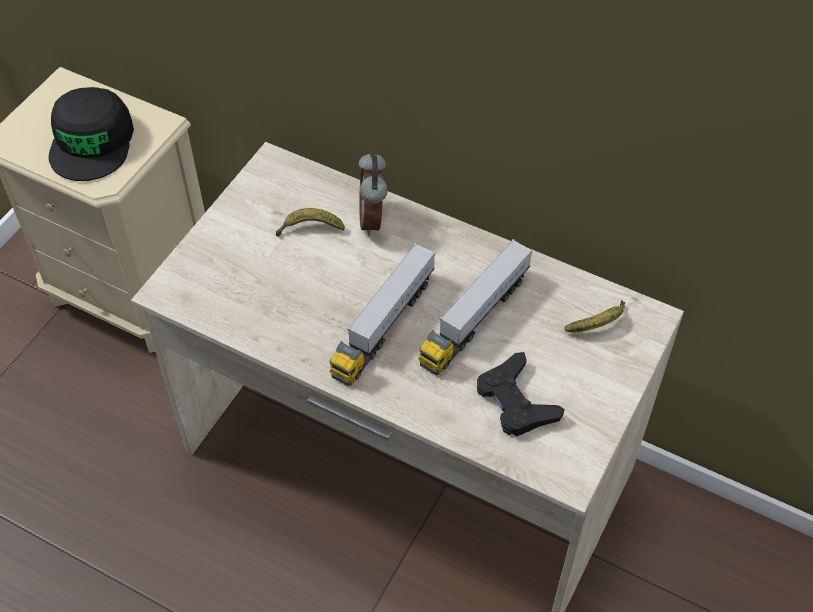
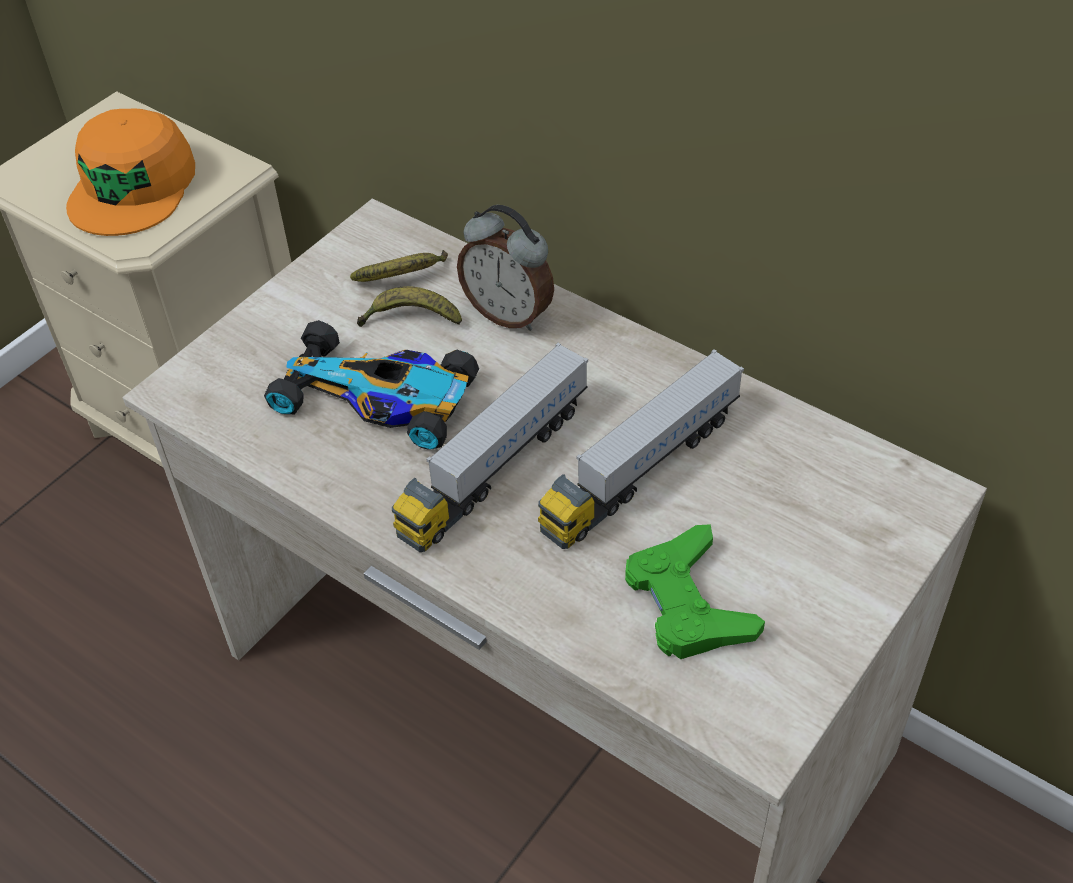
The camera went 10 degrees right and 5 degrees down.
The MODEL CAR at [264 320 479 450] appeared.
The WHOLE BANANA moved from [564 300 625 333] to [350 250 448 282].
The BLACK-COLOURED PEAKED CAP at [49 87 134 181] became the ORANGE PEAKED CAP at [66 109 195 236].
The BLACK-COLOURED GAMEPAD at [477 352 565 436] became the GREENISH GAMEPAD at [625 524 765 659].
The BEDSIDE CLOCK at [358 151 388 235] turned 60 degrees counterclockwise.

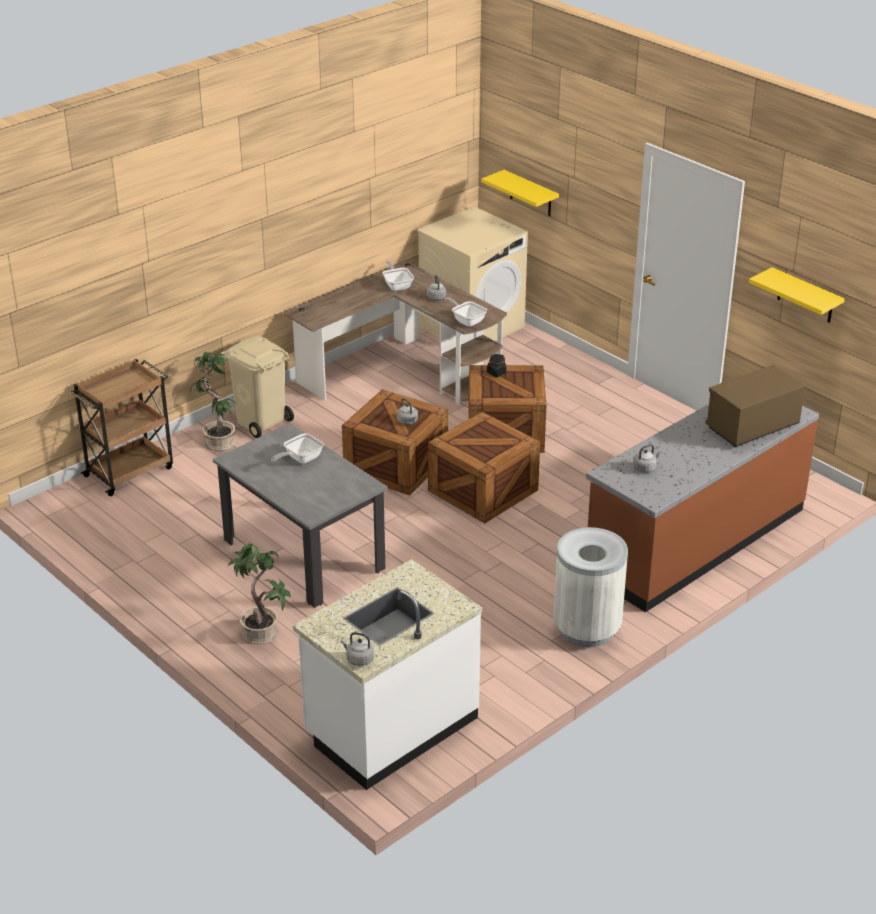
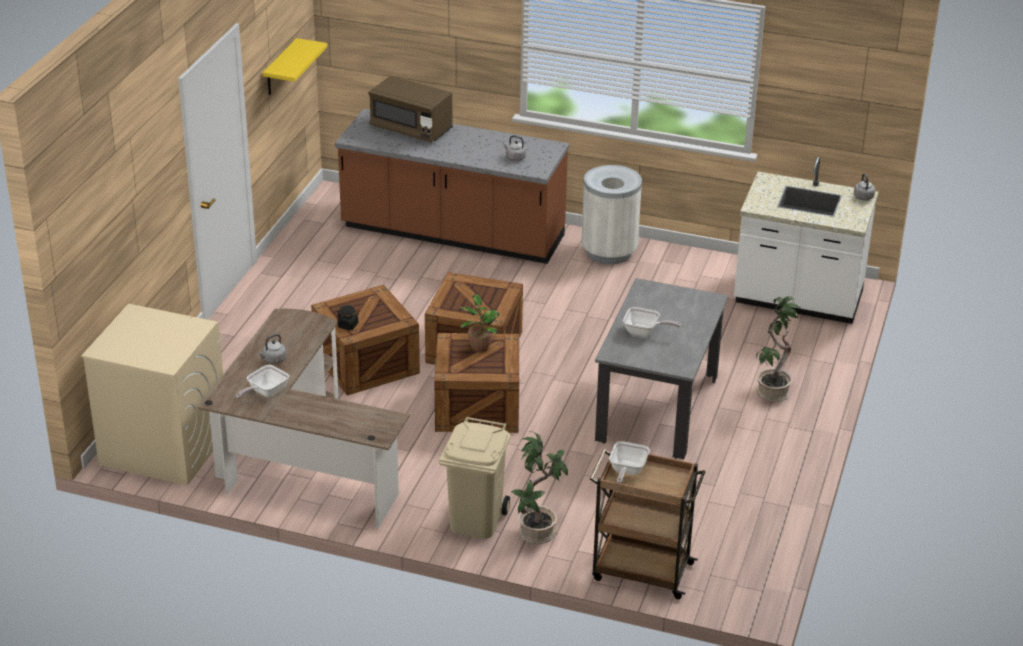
The camera went 120 degrees left and 0 degrees up.
The YELLOWISH BRACKET SHELF at [481 170 559 216] disappeared.
The FRYING PAN moved from [444 297 487 327] to [609 441 650 484].
The GRAY WATER KETTLE at [397 398 418 425] was replaced by the PLANT IN A POT at [459 294 499 353].

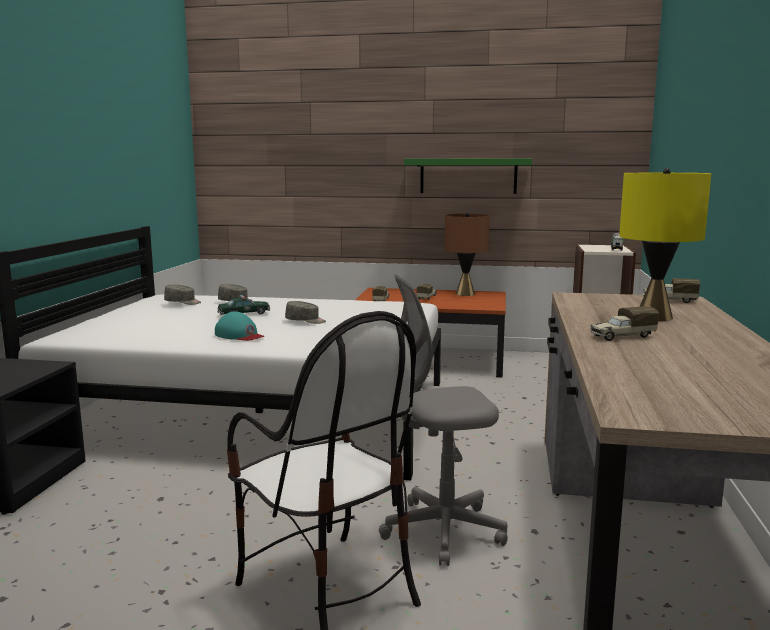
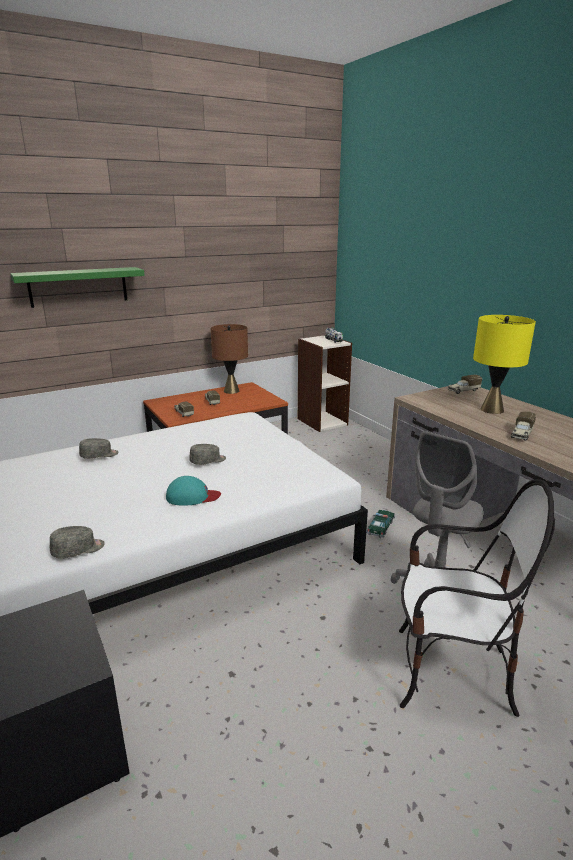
The camera went 40 degrees left and 10 degrees up.
The GRAY PEAKED CAP moved from [164 284 201 305] to [50 526 105 559].
The MODEL CAR moved from [217 295 270 315] to [366 510 395 538].
The GREENISH BRACKET SHELF moved from [404 158 532 194] to [10 267 145 308].

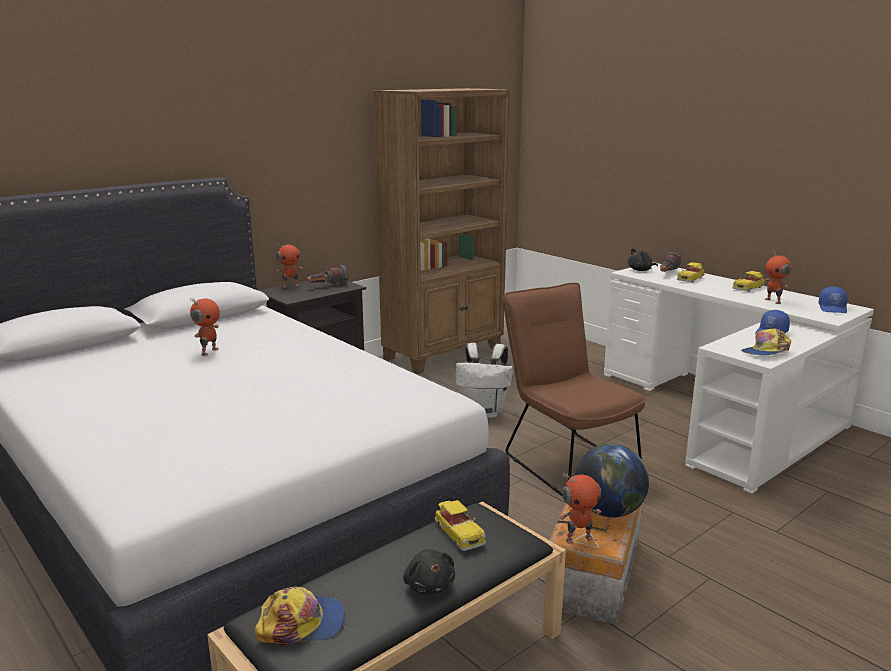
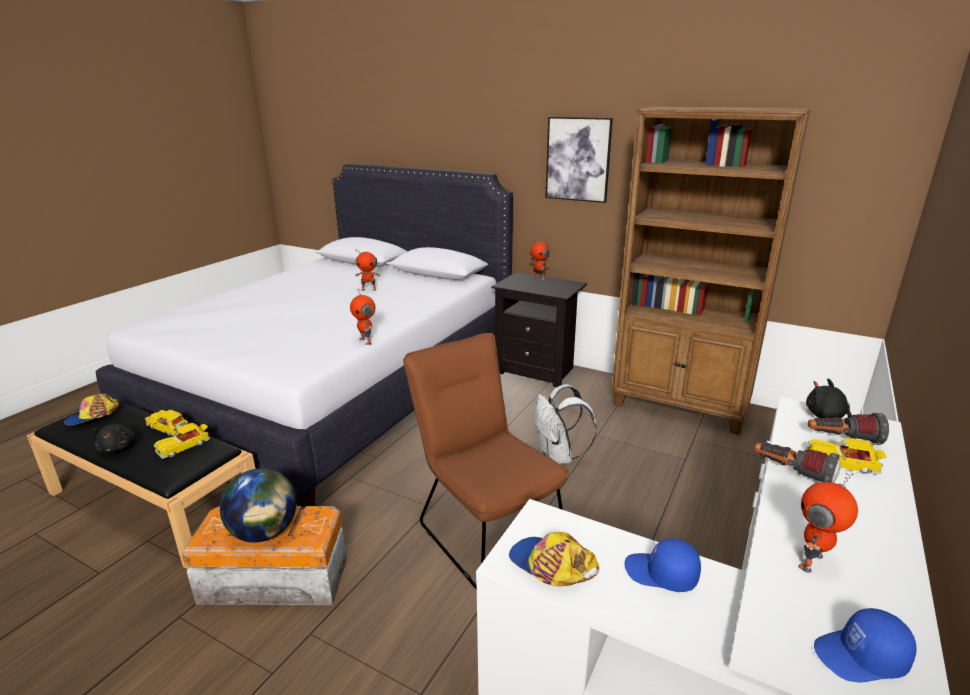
The camera went 70 degrees right and 5 degrees up.
The PICTURE at [545 117 613 203] appeared.
The TORCH moved from [306 265 348 284] to [754 442 840 483].
The TOY ROBOT moved from [559 472 601 544] to [350 289 375 345].
The MODEL CAR moved from [733 271 765 292] to [145 410 189 436].
The PEAKED CAP at [254 586 345 645] turned 75 degrees clockwise.
The BLACK-COLOURED PLUSH TOY at [403 549 455 594] turned 60 degrees counterclockwise.
The BROWN-COLOURED PLAIN CHAIR at [503 283 646 497] turned 75 degrees counterclockwise.

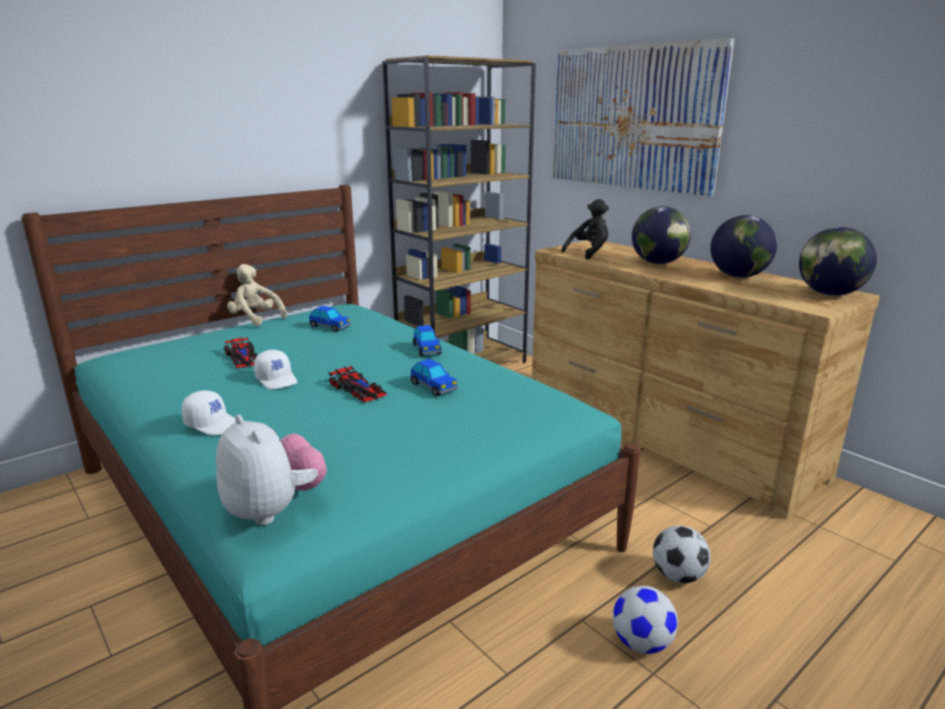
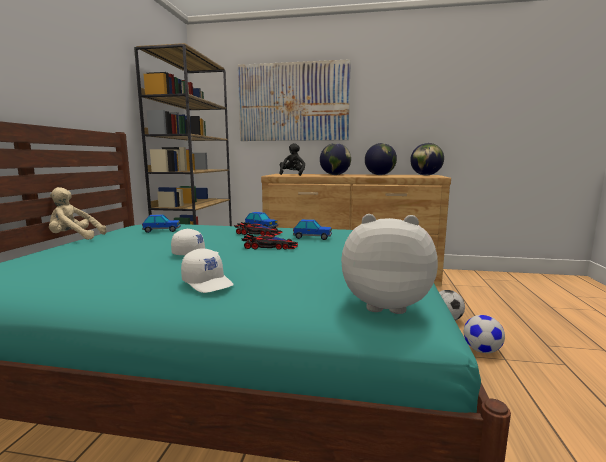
The camera went 40 degrees left and 10 degrees down.
The MODEL CAR moved from [224 337 258 368] to [234 222 282 236].
The WHITISH PEAKED CAP at [182 390 236 436] turned 60 degrees clockwise.

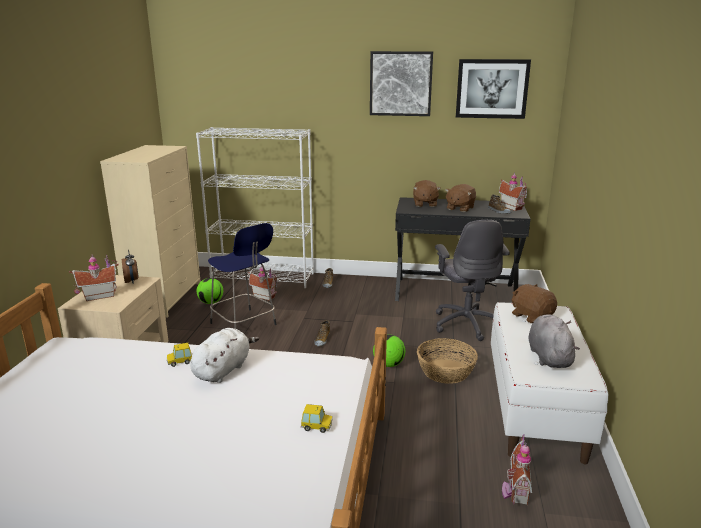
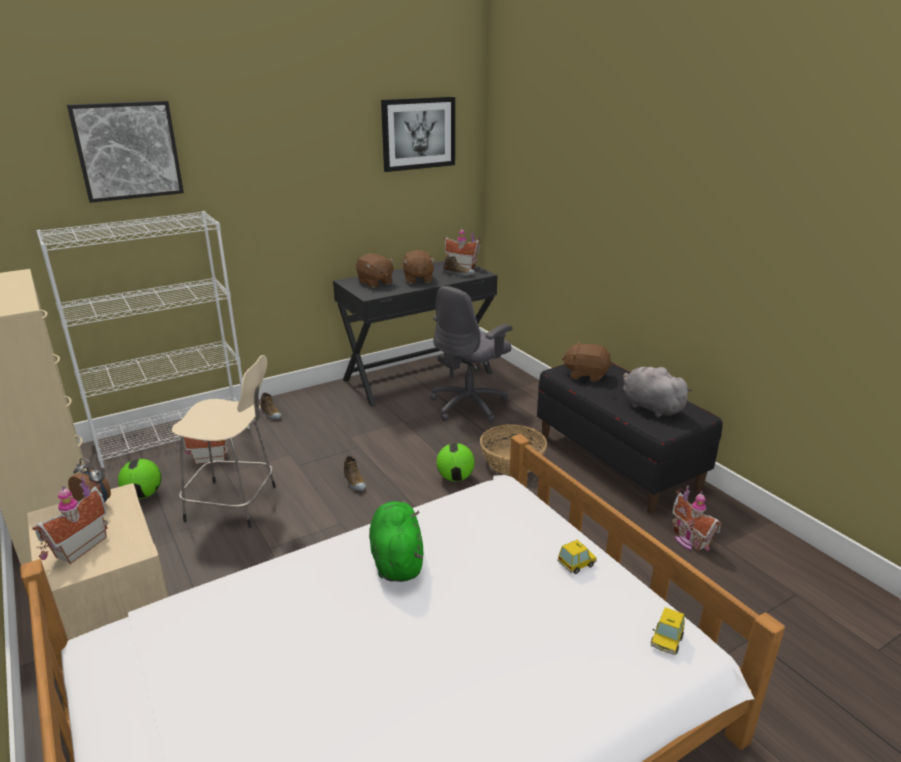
The camera went 40 degrees left and 5 degrees up.
The MODEL CAR moved from [167 343 192 367] to [651 607 685 655].
The PICTURE moved from [370 51 433 116] to [67 101 184 203].
The WHITISH PLUSH TOY at [190 328 259 383] became the GREENISH PLUSH TOY at [369 501 423 582].
The BLUISH STOOL SEAT at [208 223 277 329] became the SAND-COLOURED STOOL SEAT at [172 355 276 528].
The WHITISH INDOOR BENCH at [491 302 608 464] became the BLACK-COLOURED INDOOR BENCH at [537 362 722 514].
The GRAY OFFICE CHAIR at [435 220 510 341] turned 90 degrees clockwise.

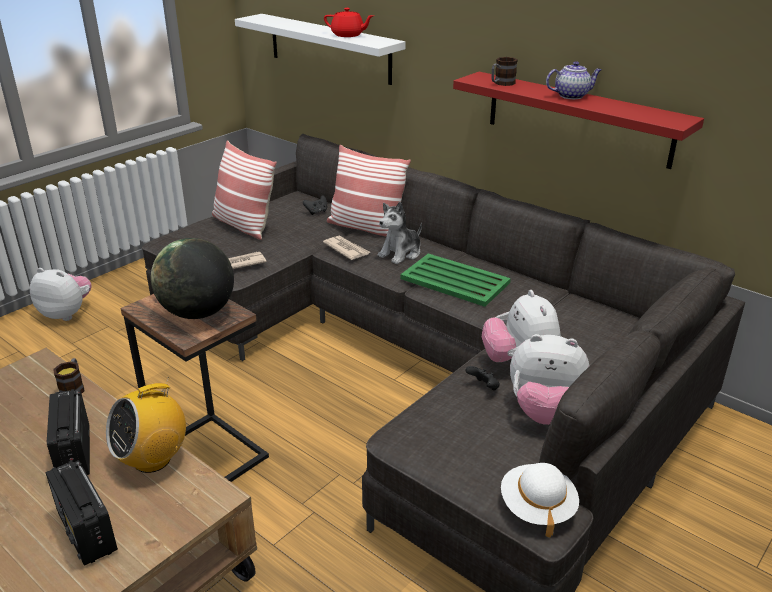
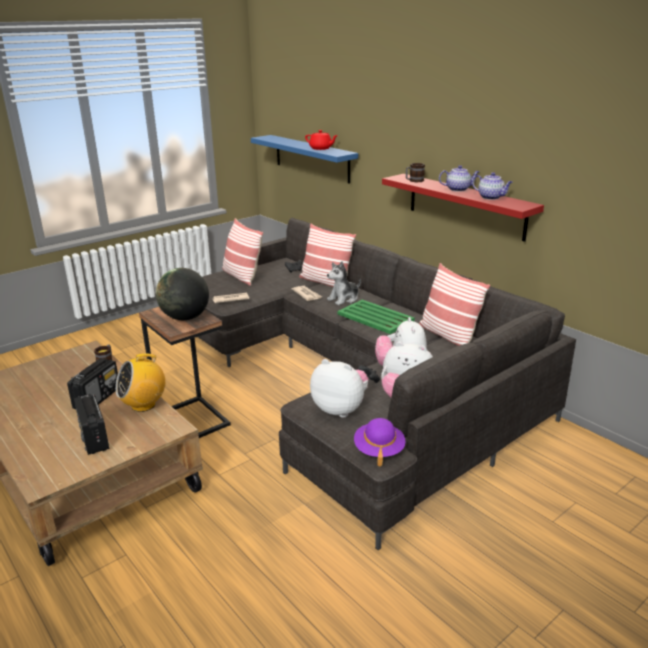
The camera went 10 degrees right and 5 degrees down.
The PILLOW at [419 263 490 346] appeared.
The TEA POT at [472 172 513 200] appeared.
The PLUSH TOY moved from [30 268 92 321] to [310 359 368 418].
The WHITISH BRACKET SHELF at [235 14 406 85] became the BLUISH BRACKET SHELF at [251 135 358 184].
The WHITISH HAT at [501 463 579 537] became the PURPLISH HAT at [354 418 406 467].
The RADIO at [47 389 90 475] turned 150 degrees counterclockwise.

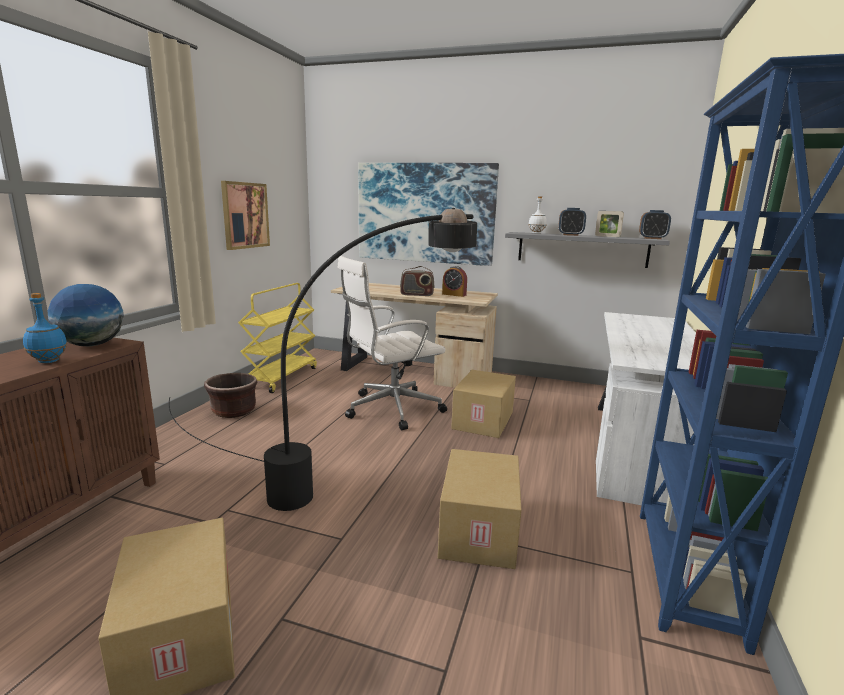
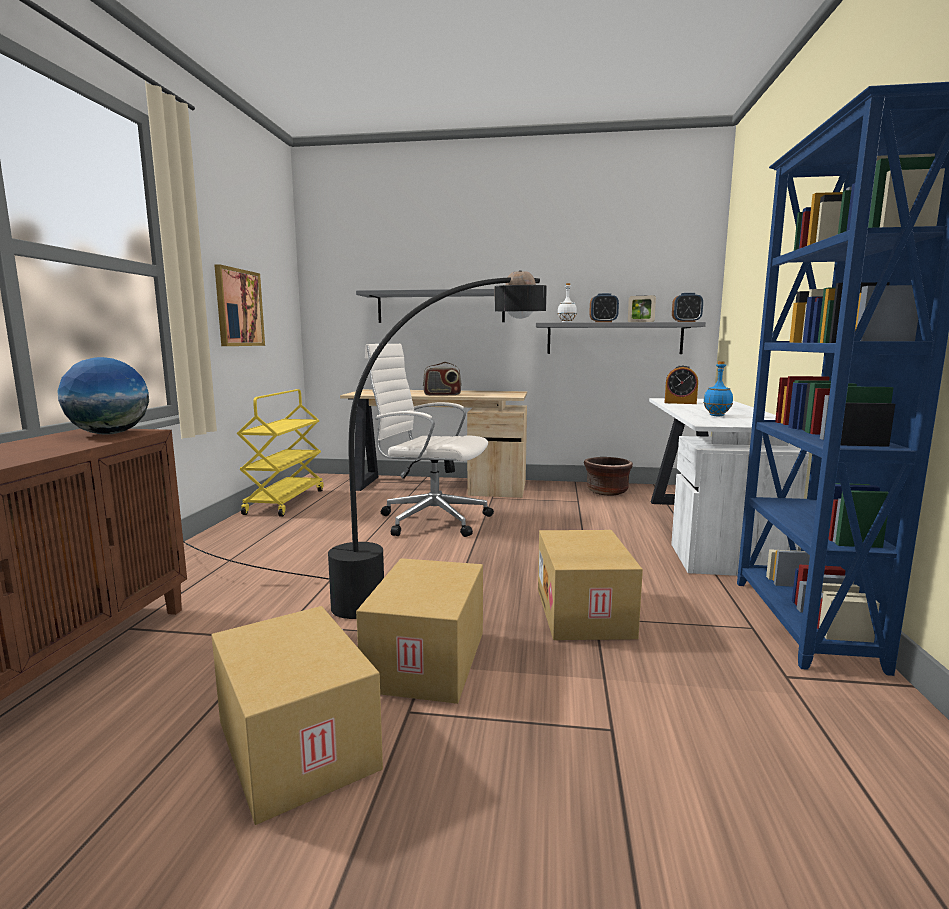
The camera went 10 degrees left and 5 degrees down.
The BLUISH BOTTLE moved from [23 293 67 363] to [703 361 733 416].
The BROWN-COLOURED PLANT POT moved from [204 373 257 418] to [584 457 633 496].
The BEDSIDE CLOCK moved from [442 266 467 297] to [665 365 698 404].
The PACKING BOX moved from [451 370 516 438] to [356 558 483 704].
The PICTURE at [358 163 499 266] was replaced by the GRAY BRACKET SHELF at [356 289 505 323].
The WHITISH OFFICE CHAIR at [337 256 447 430] turned 60 degrees clockwise.

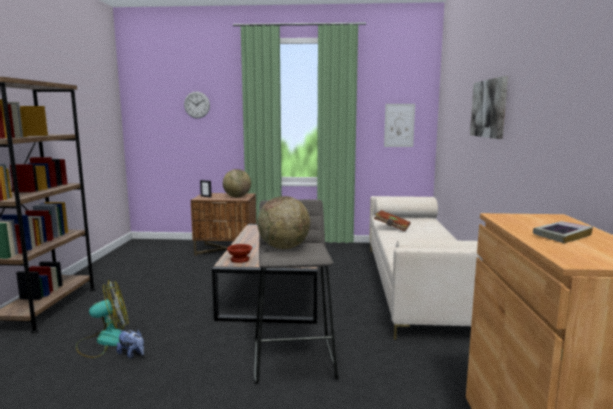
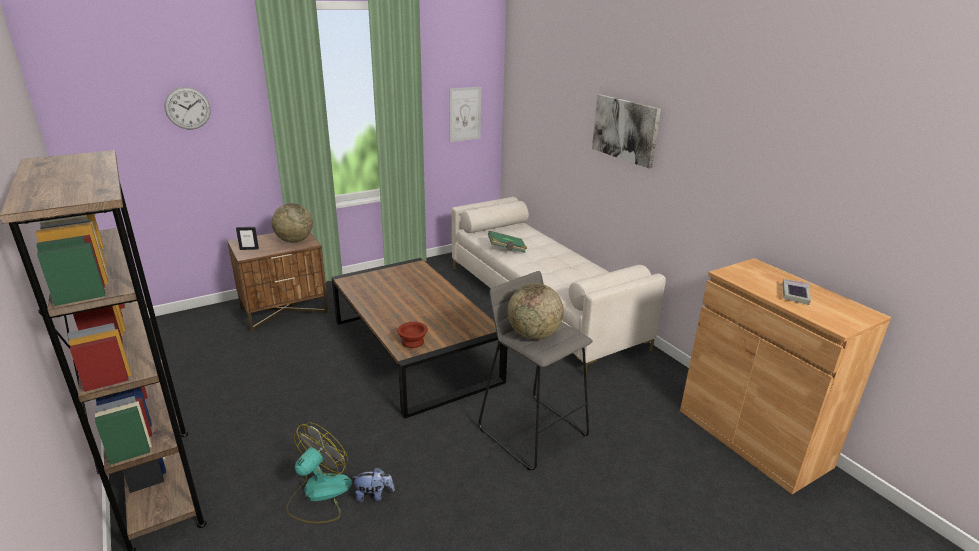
The camera went 35 degrees left and 15 degrees up.
The BROWN-COLOURED BOOK at [374 210 411 231] became the GREENISH BOOK at [488 231 527 253].

